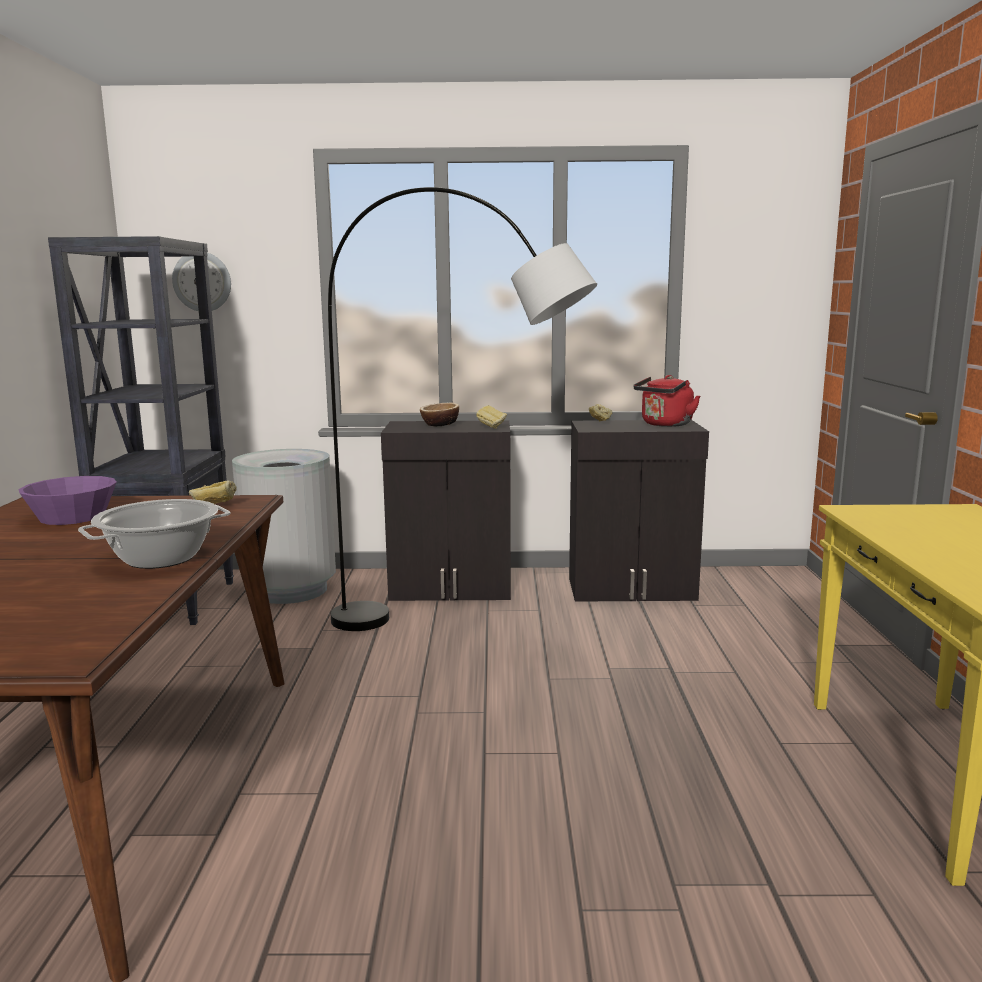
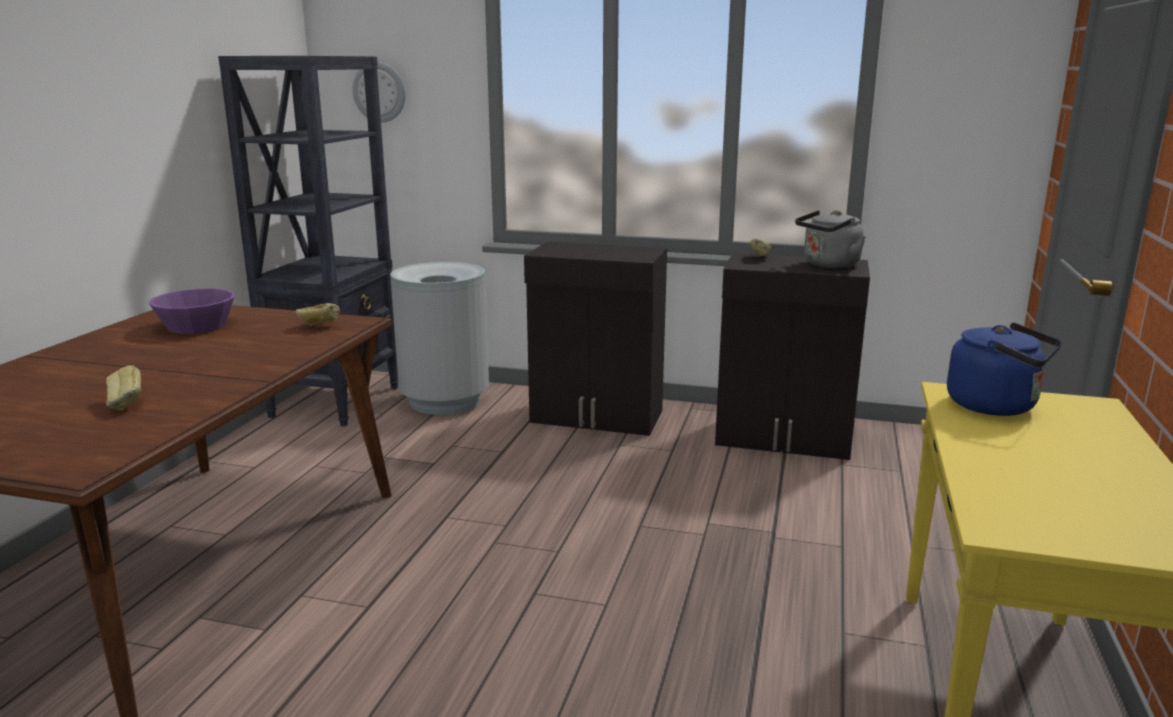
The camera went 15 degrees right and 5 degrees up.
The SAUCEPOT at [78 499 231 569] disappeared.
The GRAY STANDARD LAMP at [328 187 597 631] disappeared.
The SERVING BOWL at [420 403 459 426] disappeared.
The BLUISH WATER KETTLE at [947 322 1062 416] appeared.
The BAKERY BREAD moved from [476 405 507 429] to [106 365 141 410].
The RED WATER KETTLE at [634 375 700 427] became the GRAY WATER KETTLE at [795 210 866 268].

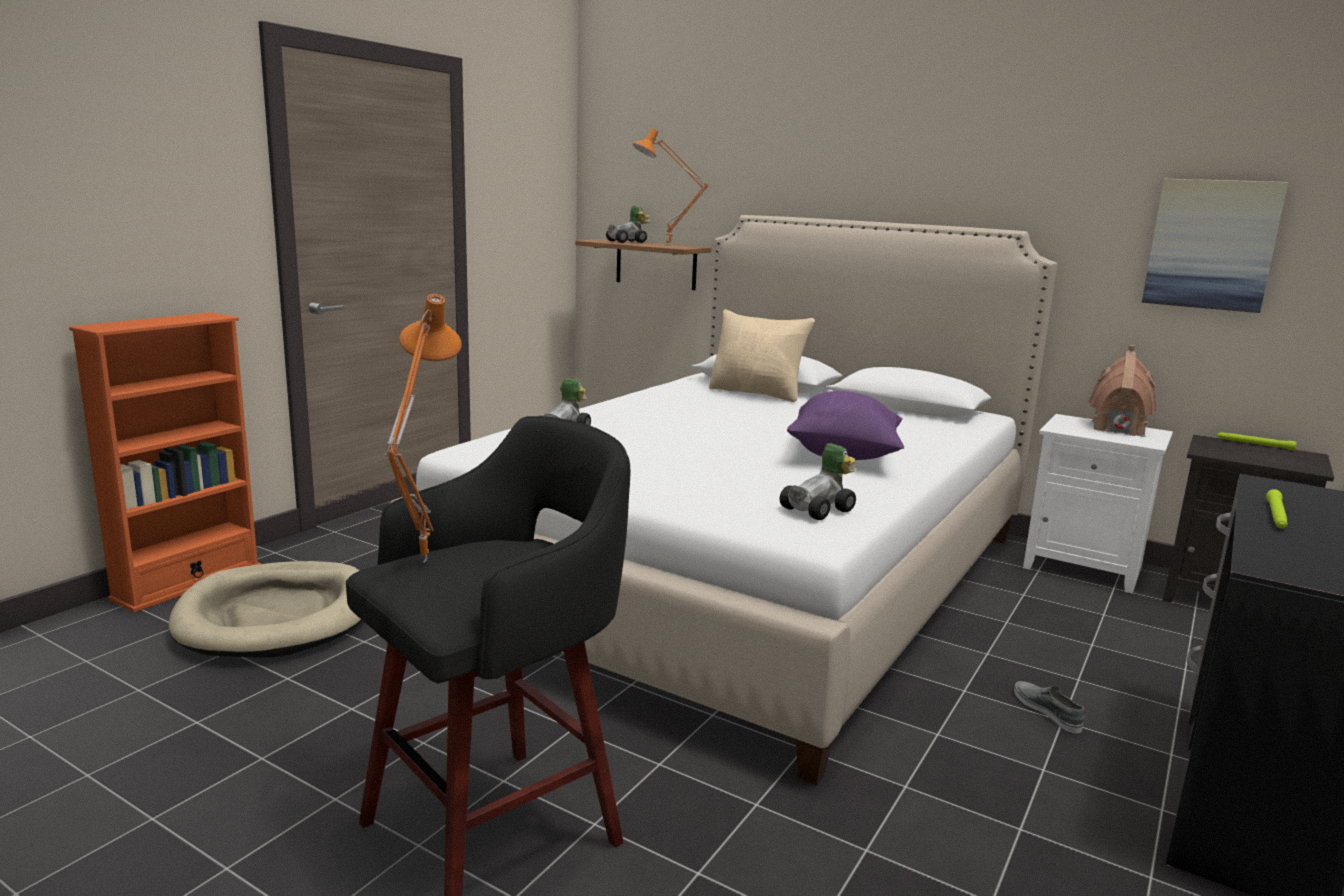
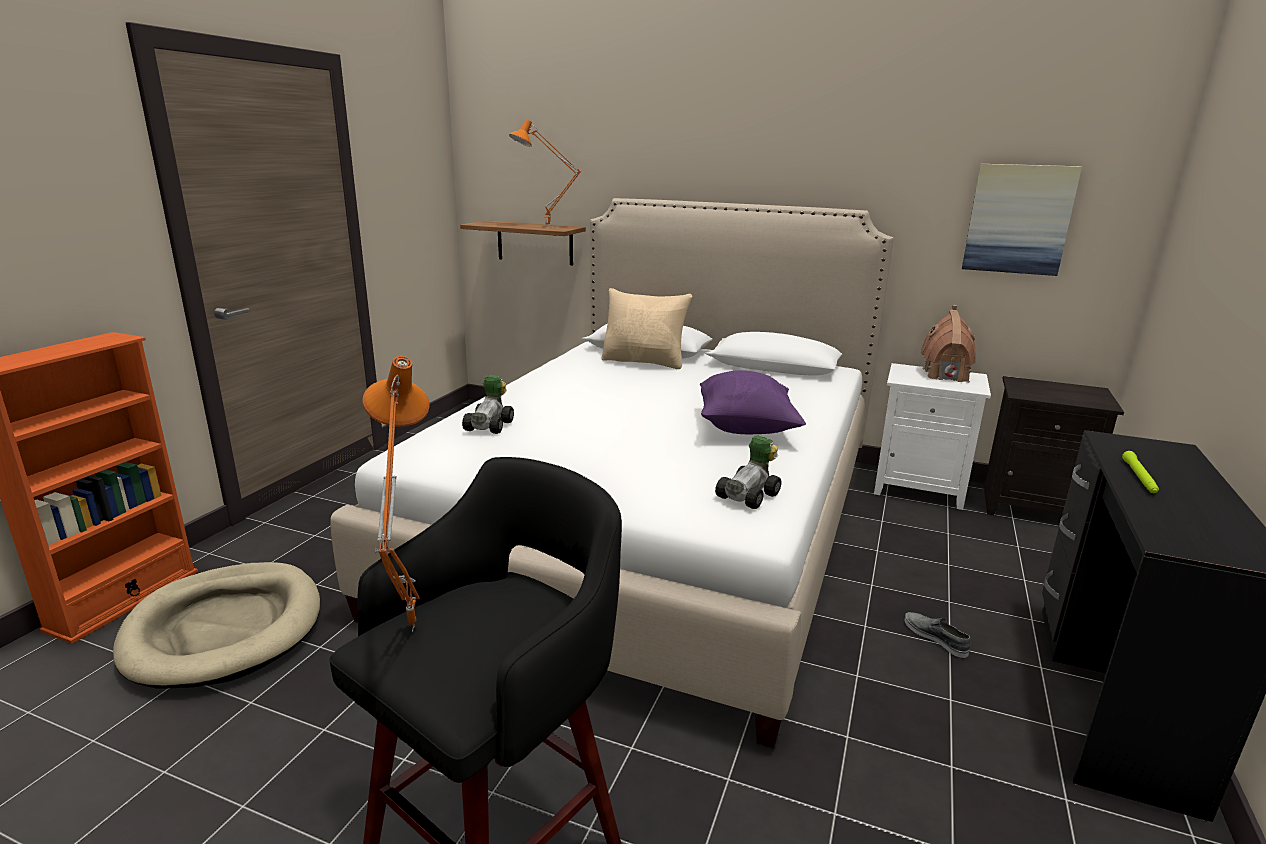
The camera went 10 degrees left and 5 degrees up.
The MODEL CAR at [606 205 651 243] disappeared.
The GREENISH TORCH at [1216 432 1296 450] disappeared.

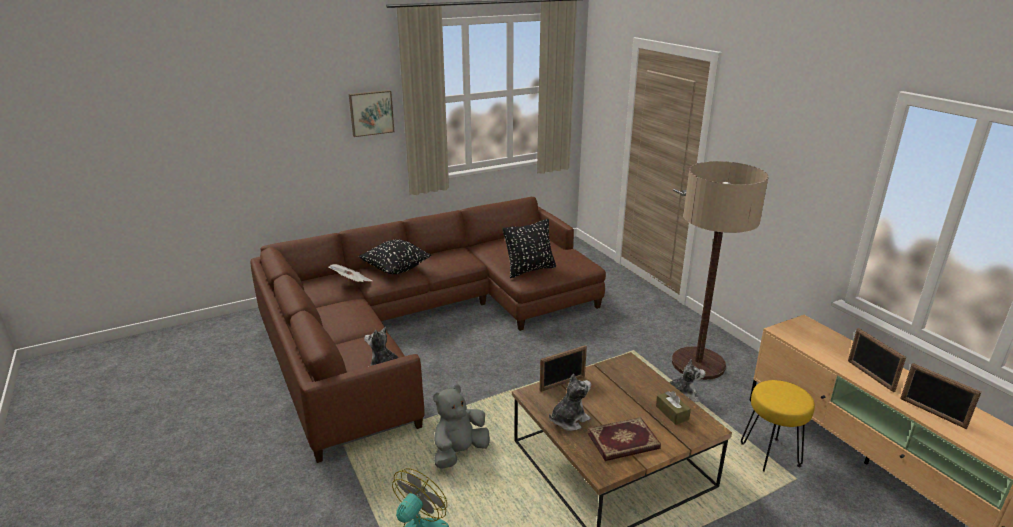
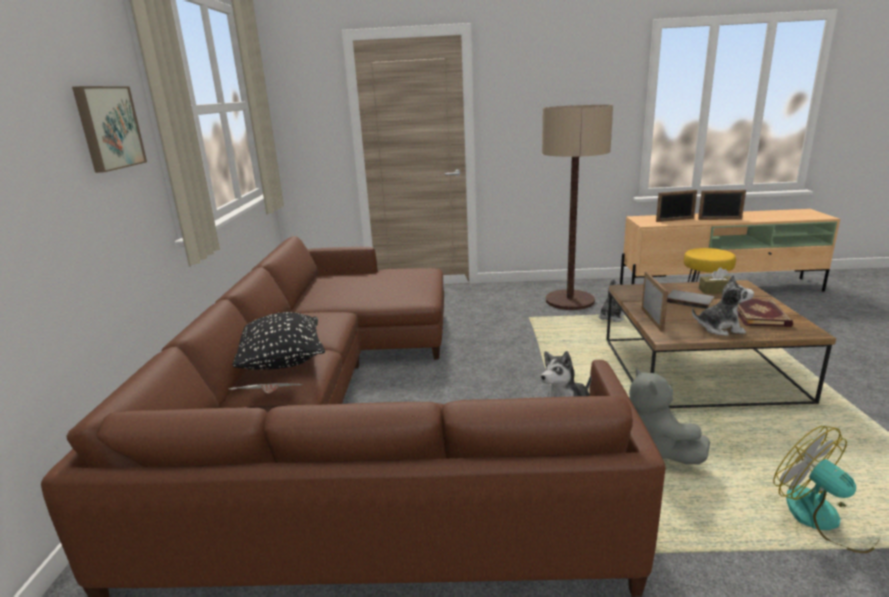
The camera went 60 degrees left and 5 degrees down.
The BLACK-COLOURED PILLOW at [503 219 556 278] disappeared.
The GRAY BOOK at [667 290 714 309] appeared.
The STANDING FRAME moved from [900 363 981 429] to [656 190 697 222].
The PLUSH TOY at [549 373 591 431] turned 105 degrees clockwise.

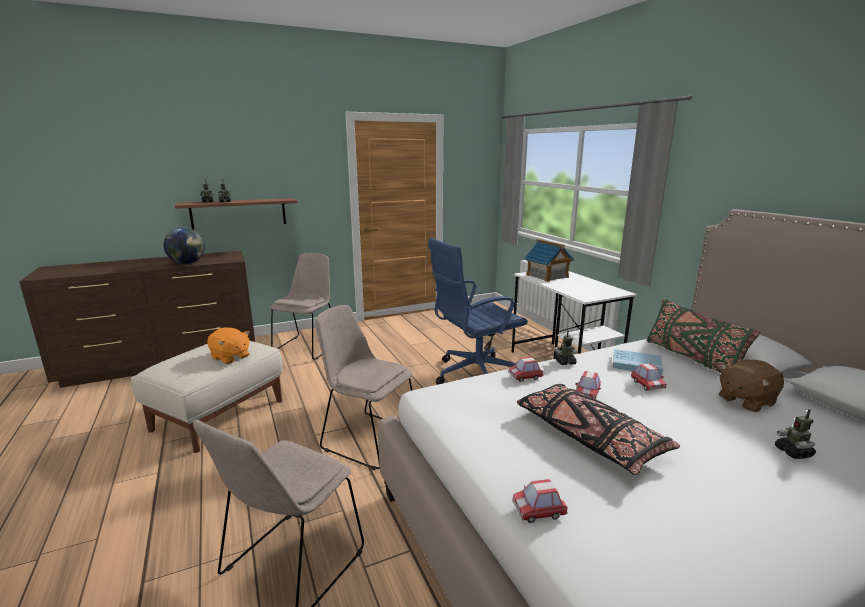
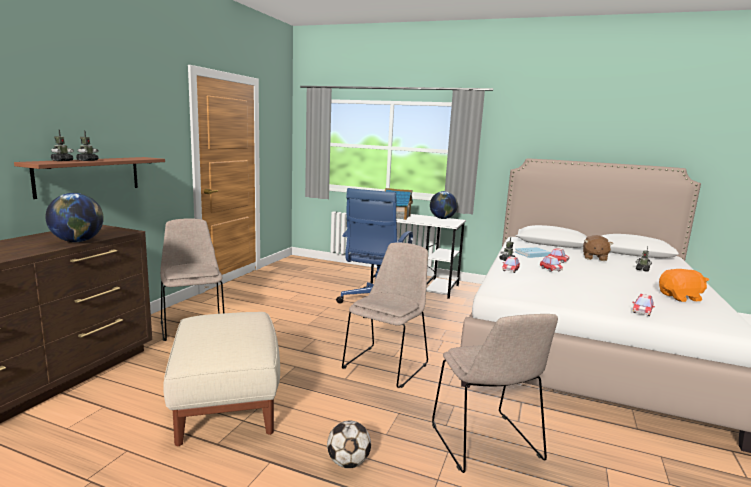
The camera went 45 degrees left and 5 degrees down.
The BLACK-COLOURED PILLOW at [517 384 680 475] disappeared.
The GREENISH PILLOW at [647 299 761 373] disappeared.
The FOOTBALL BALL at [327 421 371 468] appeared.
The WORLD GLOBE at [430 191 458 219] appeared.
The ORANGE PLUSH TOY moved from [207 327 250 364] to [659 269 709 302].
The SAND-COLOURED PLAIN CHAIR at [315 305 412 470] turned 135 degrees clockwise.

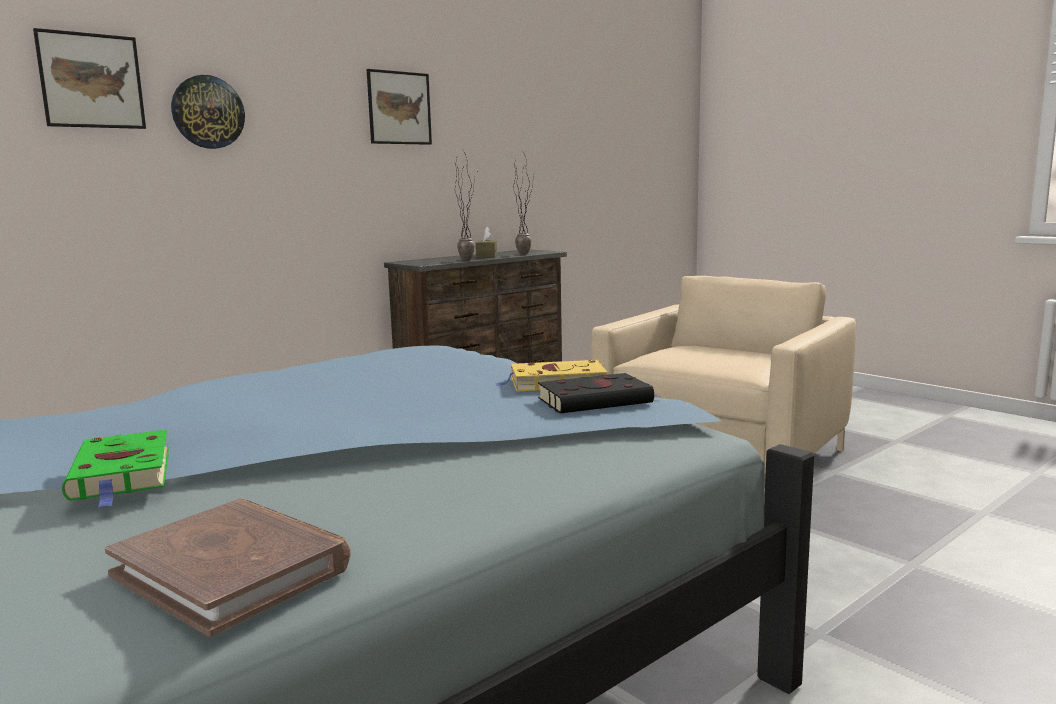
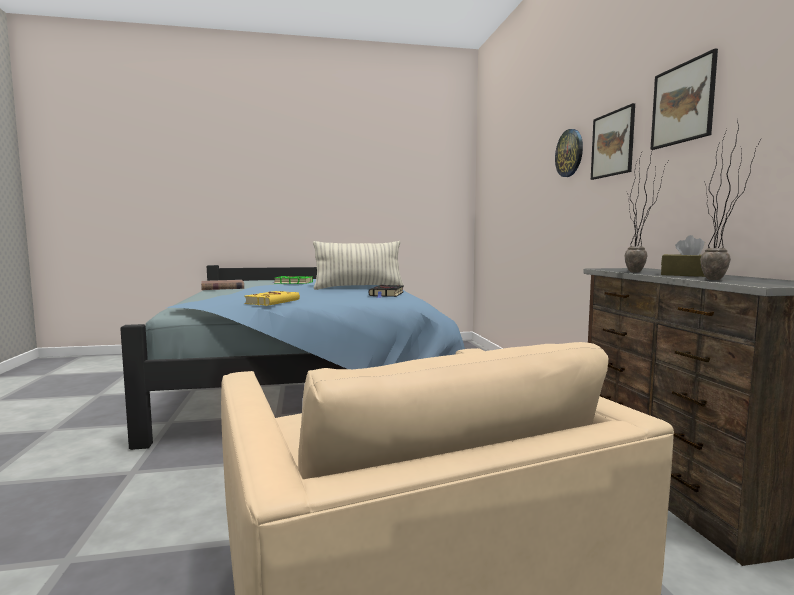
The camera went 120 degrees right and 5 degrees down.
The PILLOW at [313 241 404 290] appeared.
The PICTURE moved from [33 28 146 129] to [591 103 635 180].
The BLACK-COLOURED BOOK moved from [538 373 657 413] to [368 285 404 298].

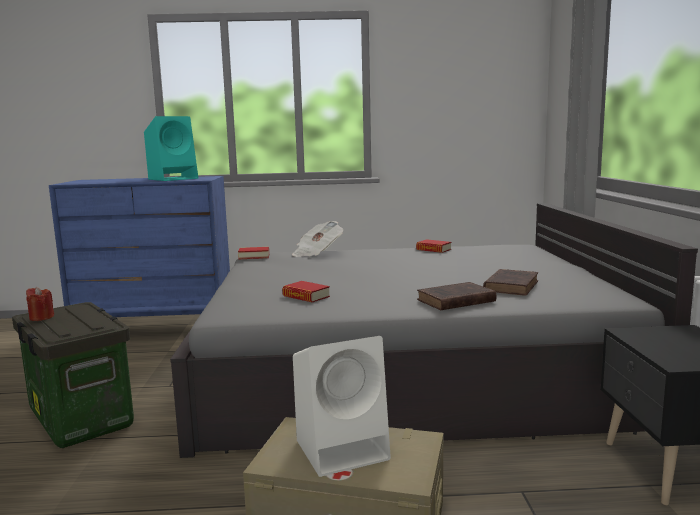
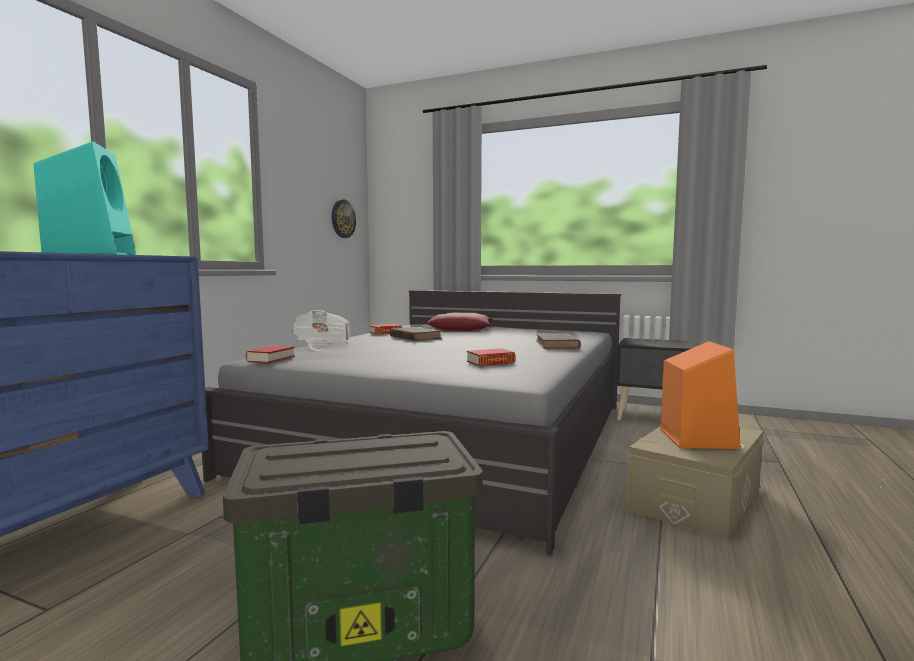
The camera went 65 degrees left and 5 degrees down.
The RED WAX LIGHT at [26 287 54 321] disappeared.
The WALL CLOCK at [332 199 356 238] appeared.
The RED PILLOW at [426 313 494 331] appeared.
The BROWN-COLOURED BOOK moved from [483 269 538 295] to [390 327 442 341].
The WHITISH AUDIO SPEAKER at [293 336 391 477] became the ORANGE AUDIO SPEAKER at [661 341 741 449].

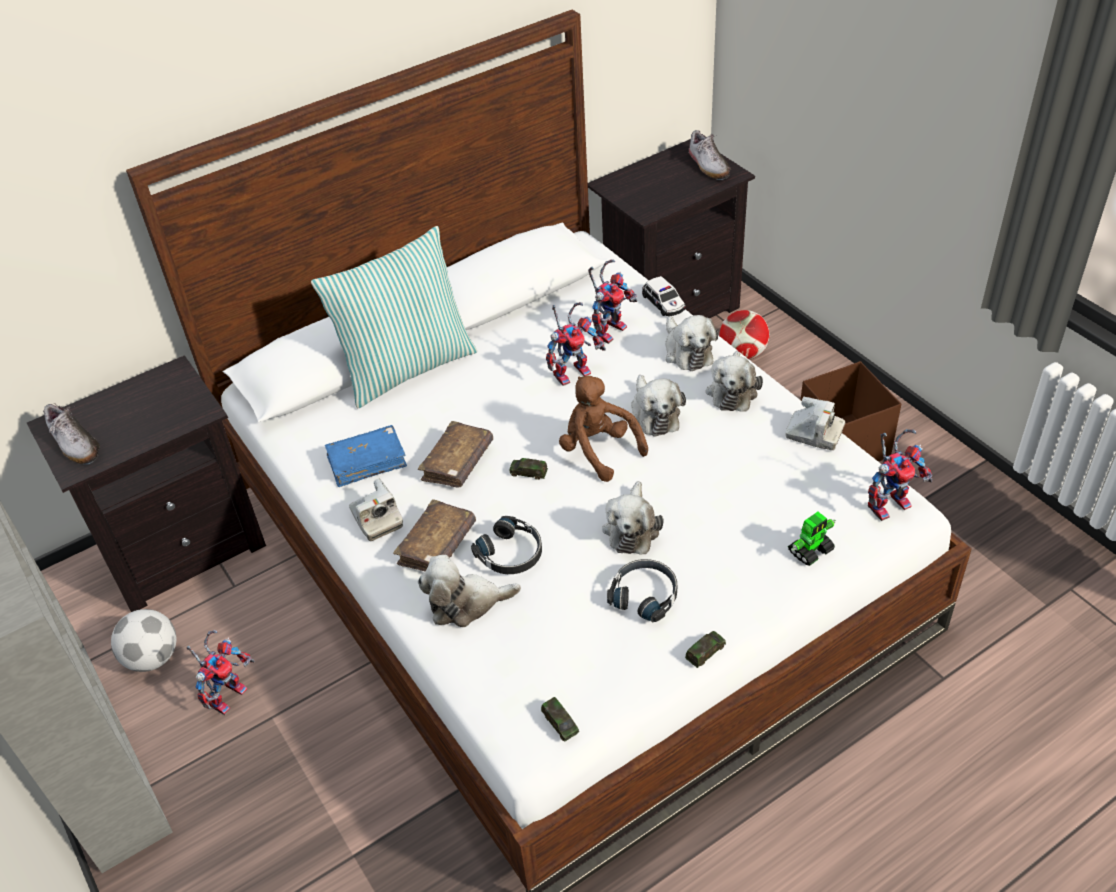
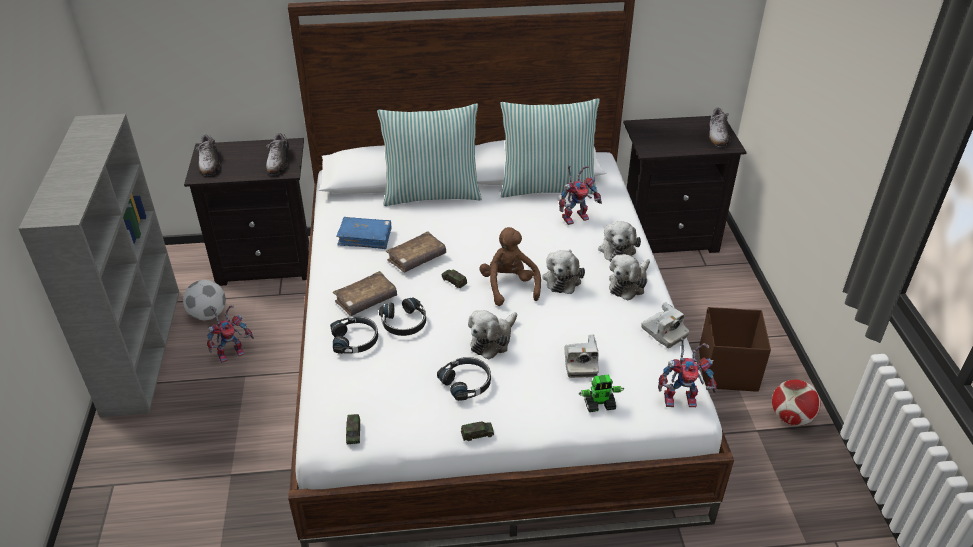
The camera went 25 degrees right and 5 degrees down.
The TOY ROBOT at [546 302 606 386] disappeared.
The MODEL CAR at [642 276 686 316] disappeared.
The ITEM OF FOOTWEAR at [266 133 289 175] appeared.
The PILLOW at [501 98 600 198] appeared.
The STILL CAMERA moved from [349 479 403 541] to [565 335 599 378].
The FOOTBALL BALL moved from [719 310 770 360] to [772 379 821 426].
The PLUSH TOY at [418 555 521 627] was replaced by the BLACK-COLOURED PAIR OF HEADPHONES at [330 316 378 354].

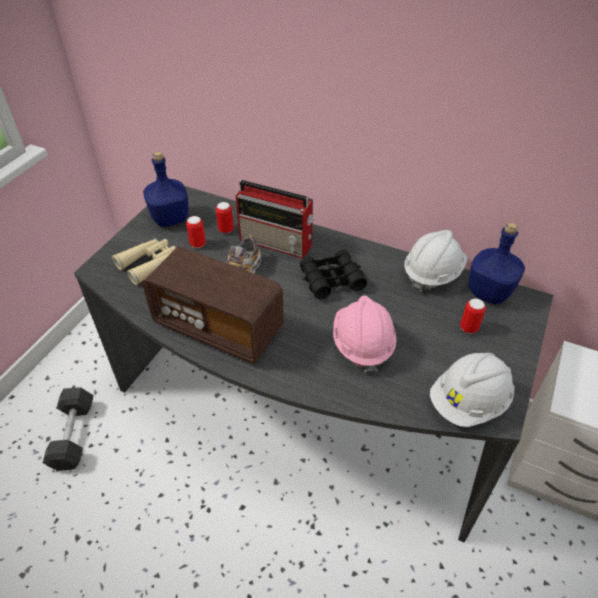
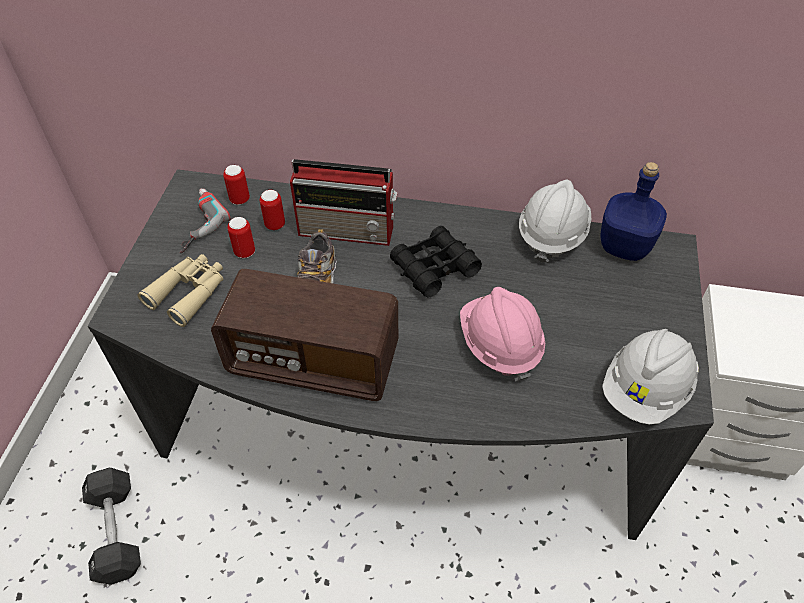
The camera went 15 degrees left and 5 degrees up.
The SEALED CAN moved from [460 299 486 334] to [223 165 250 205].
The BLUISH BOTTLE at [143 152 188 227] was replaced by the DRILL at [180 188 231 254].

